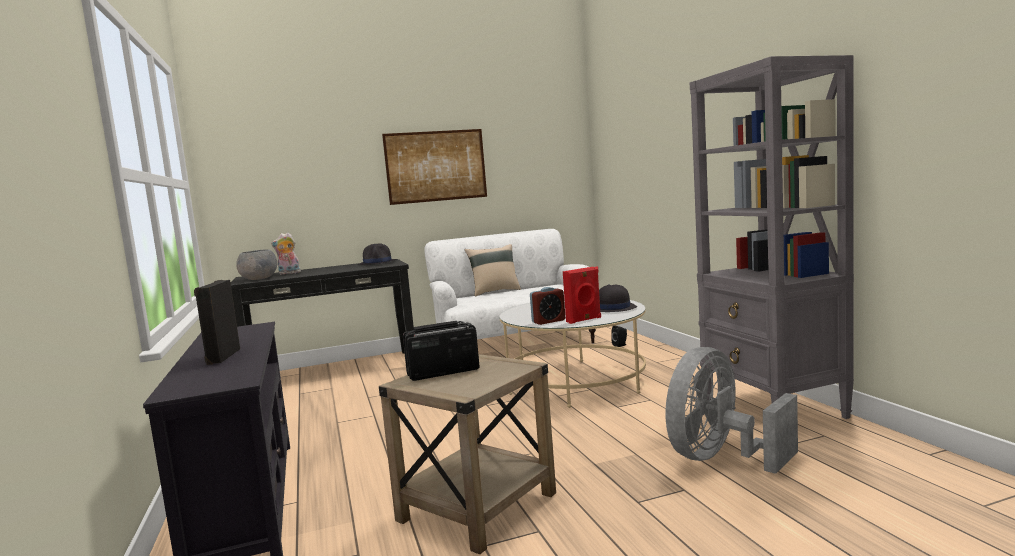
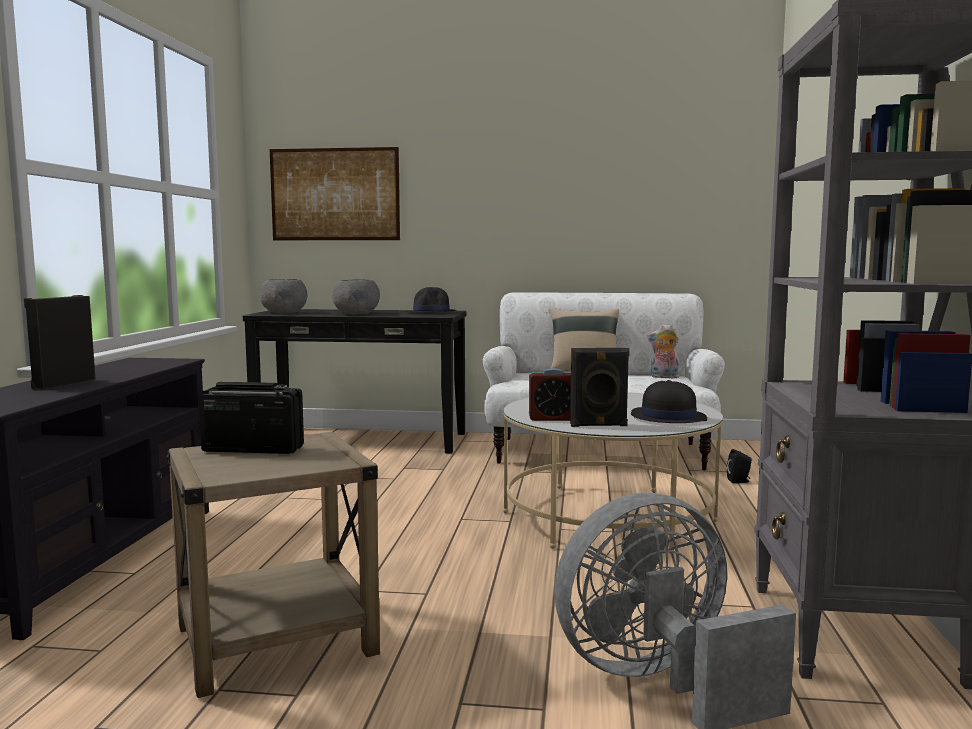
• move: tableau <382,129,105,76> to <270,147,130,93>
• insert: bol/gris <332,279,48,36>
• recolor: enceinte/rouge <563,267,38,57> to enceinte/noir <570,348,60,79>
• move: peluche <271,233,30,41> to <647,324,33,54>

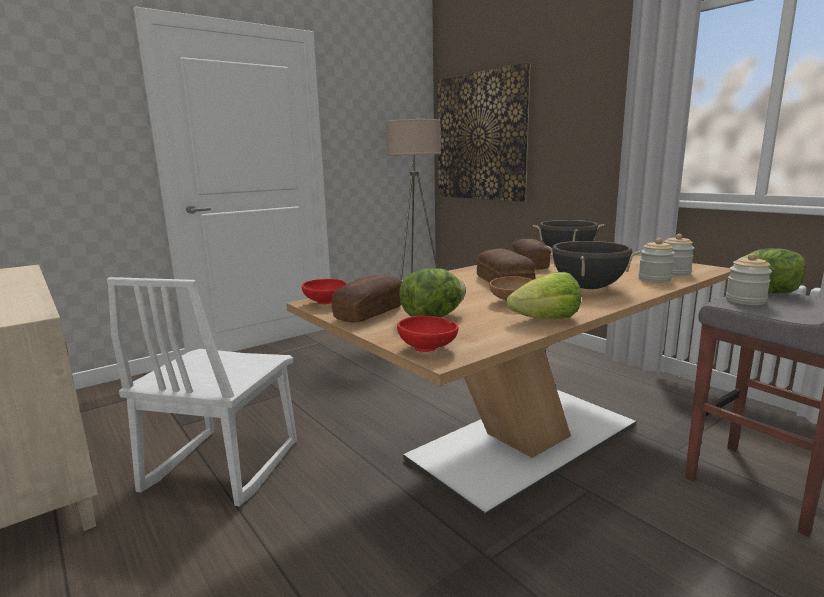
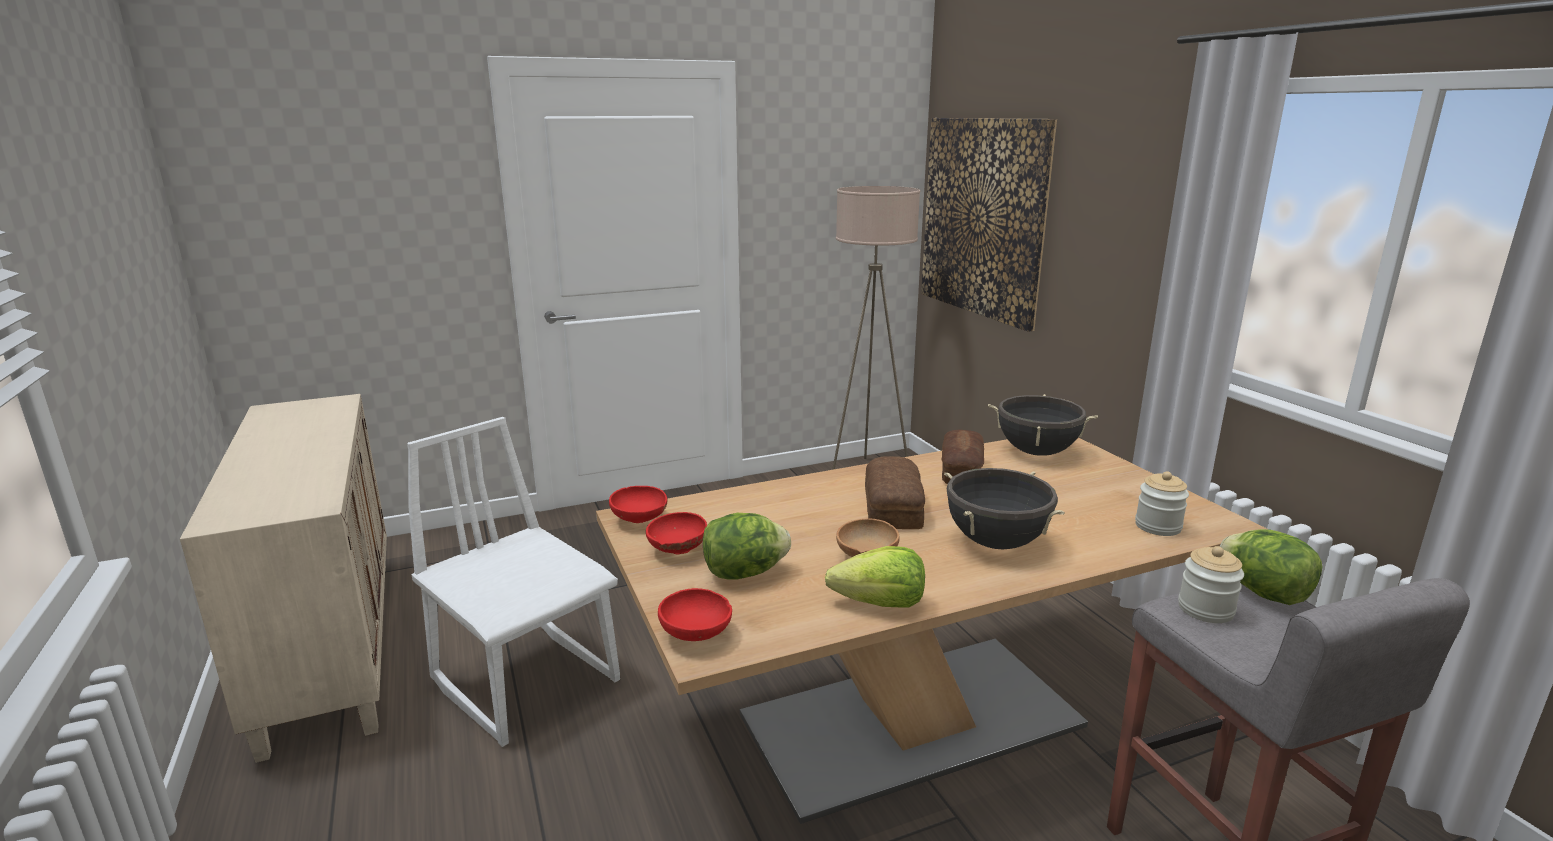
• rotate: chaise/blanc <106,277,191,230> = <407,417,213,330> 105 degrees clockwise
• replace: pain <332,275,70,47> to bol/rouge <646,512,61,43>
• delete: bocal <638,238,37,45>

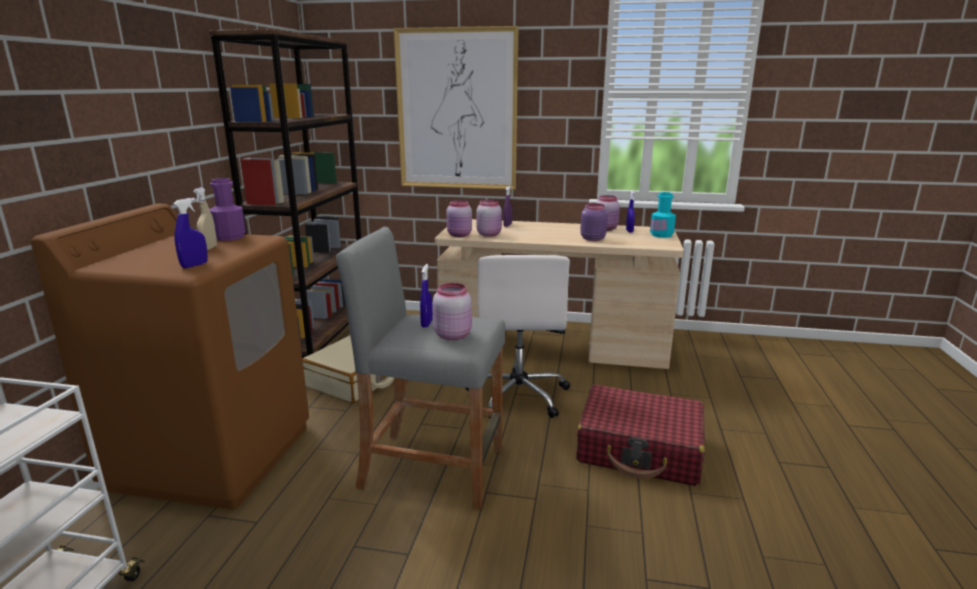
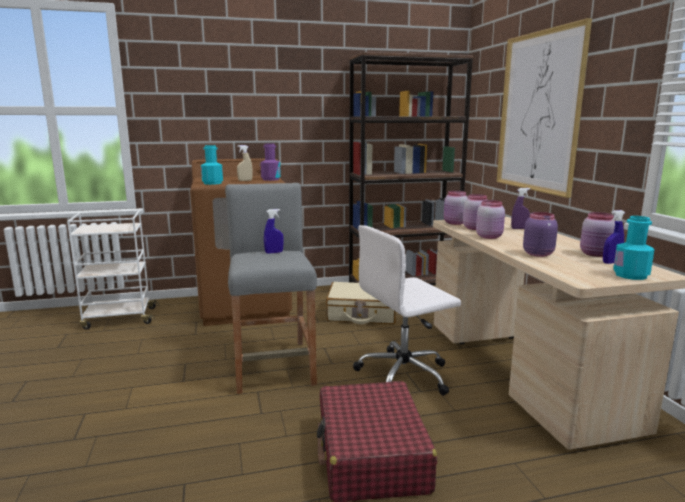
• replace: vaporisateur/bleu <174,198,34,70> to bouteille/turquoise <201,145,22,40>
• move: bocal/rose <433,283,39,57> to <476,200,29,39>

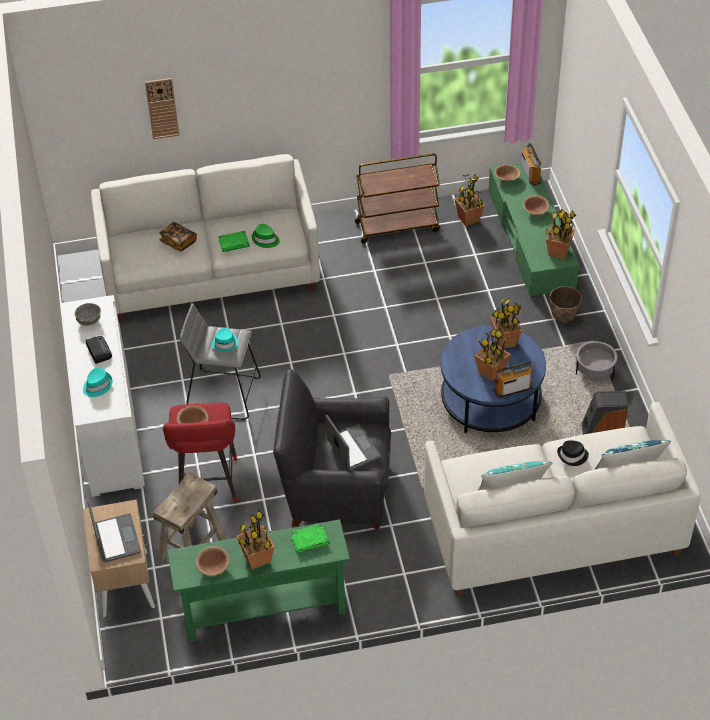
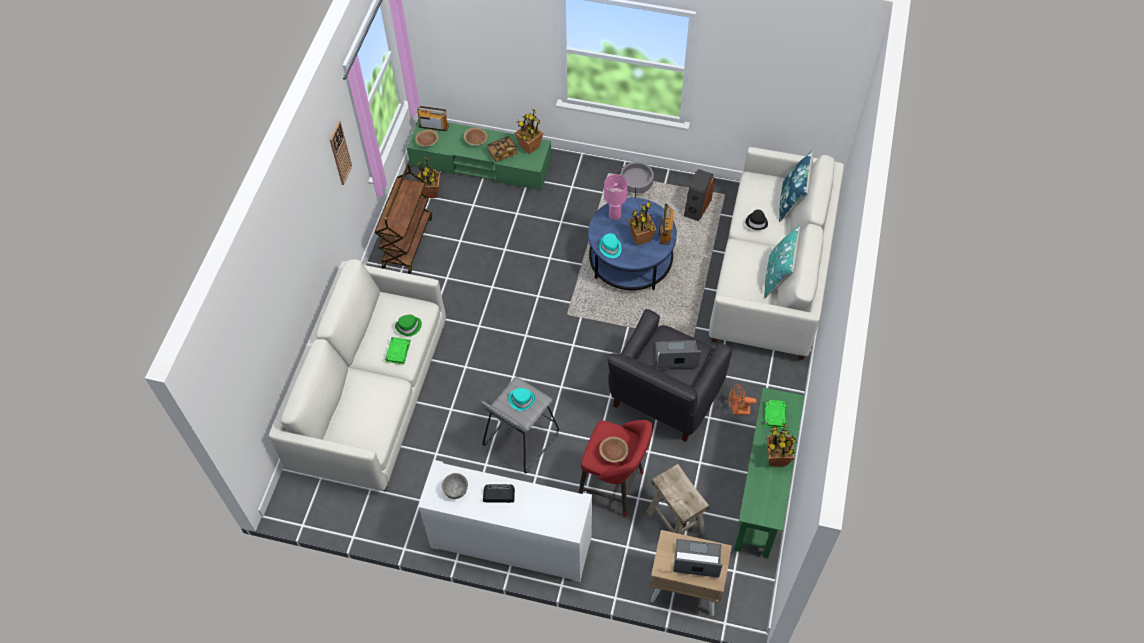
• move: horloge murale <145,78,34,61> to <330,120,22,65>
• move: livre <159,222,38,30> to <487,136,30,26>
• move: chapeau/turquoise <83,368,29,29> to <599,233,23,25>
• replace: plante en pot <491,299,31,49> to lampe de table/rose <604,174,23,46>
• insert: ventilateur/orange <729,384,28,31>
• delete: bol/marron <195,546,35,30>
• delete: cache-pot <549,286,33,38>

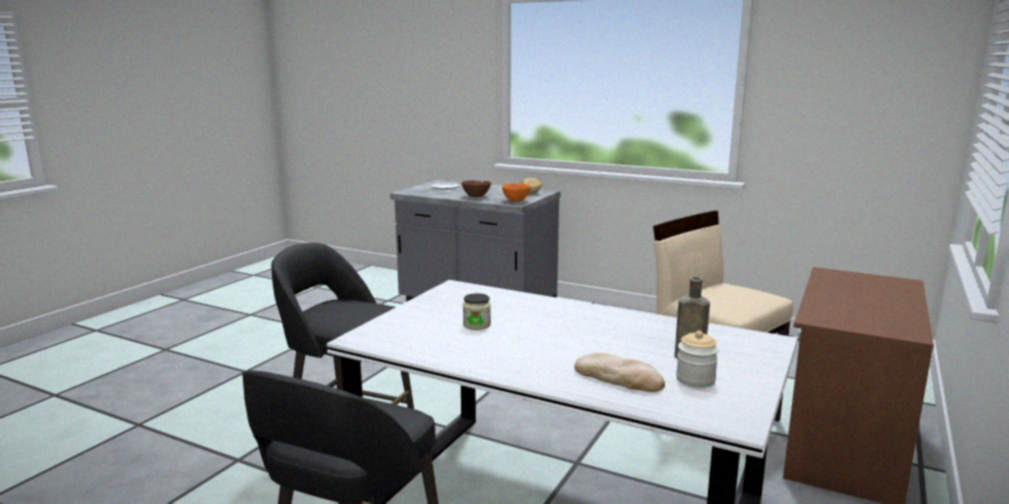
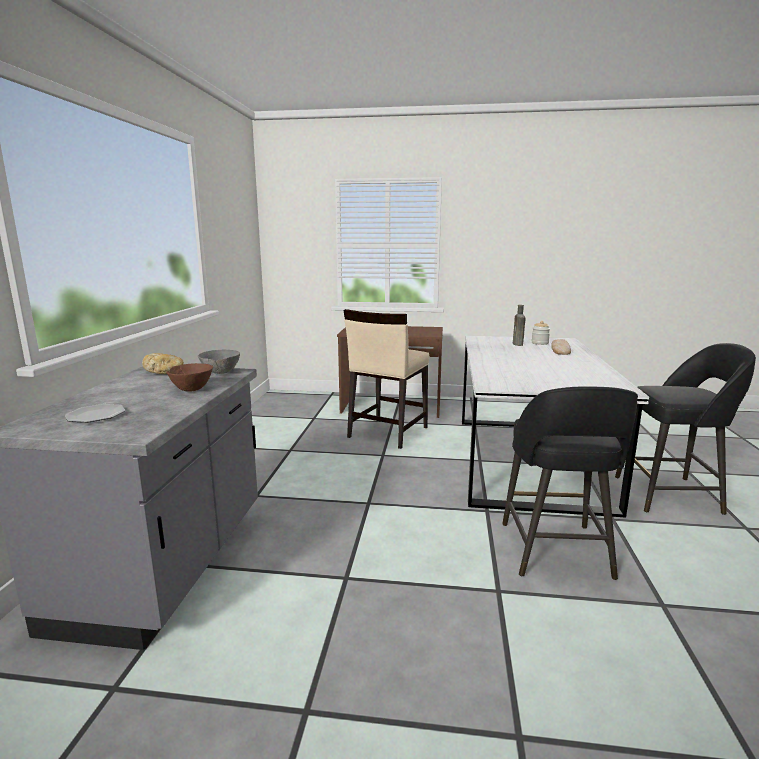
• recolor: bol/orange <502,184,29,18> to bol/gris <198,350,42,24>
• delete: bocal <463,293,28,37>

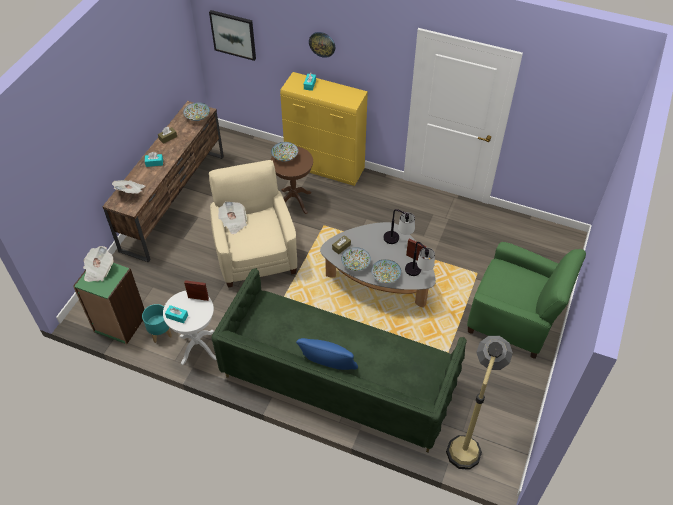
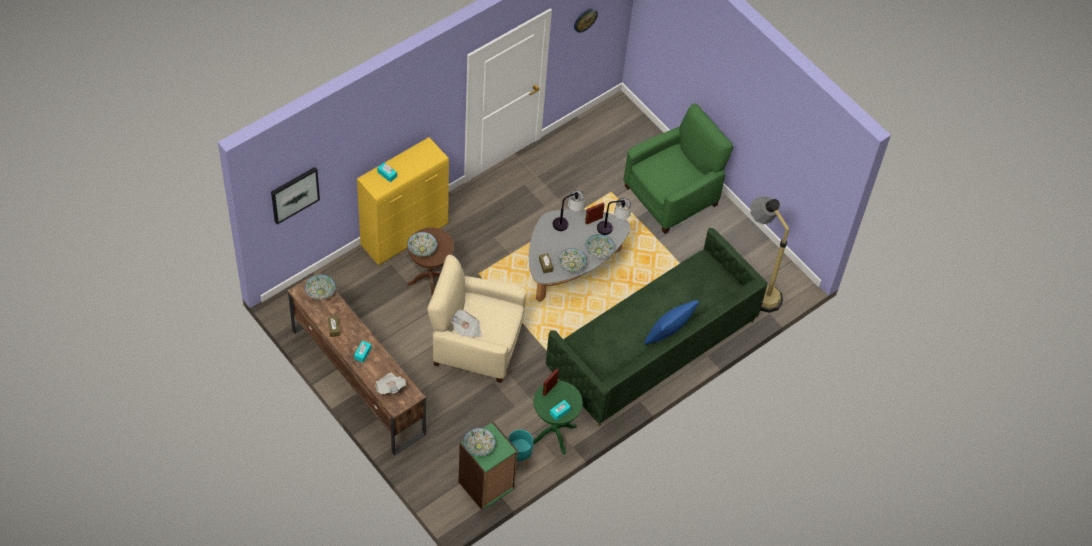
• replace: journal <83,246,30,36> to bol <463,428,32,28>
• recolor: table d'appoint/blanc <163,291,53,74> to table d'appoint/vert <533,381,50,74>
• move: horloge murale <309,32,26,26> to <574,8,24,25>

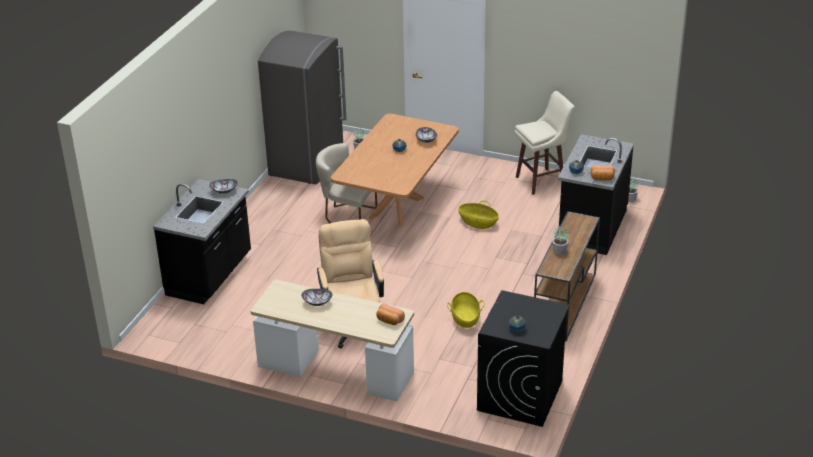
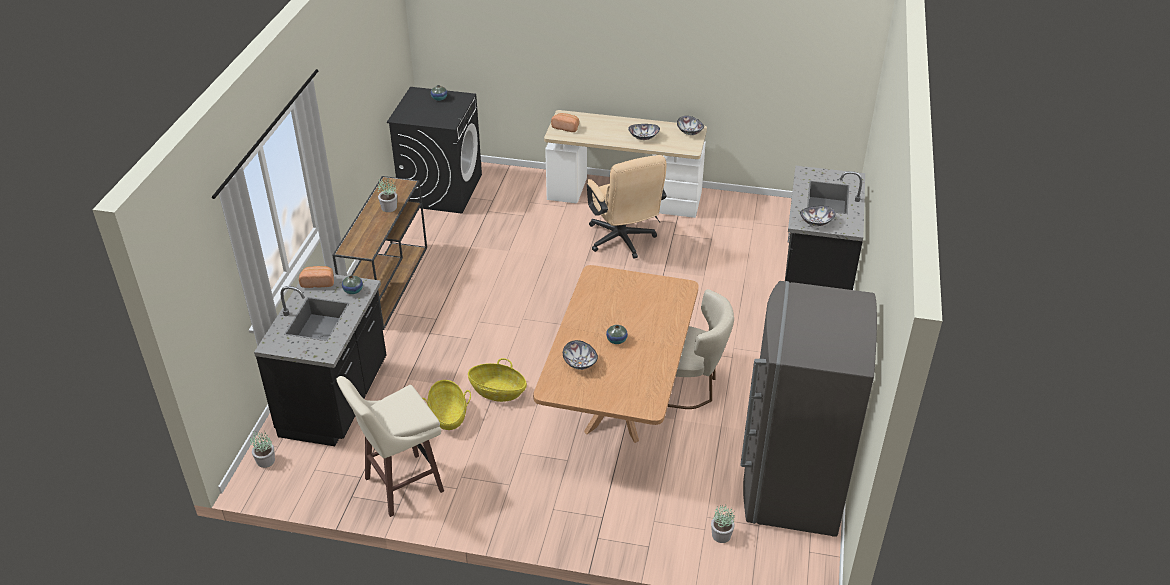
• move: panier <447,292,37,36> to <422,380,49,50>
• insert: bol <677,116,27,19>

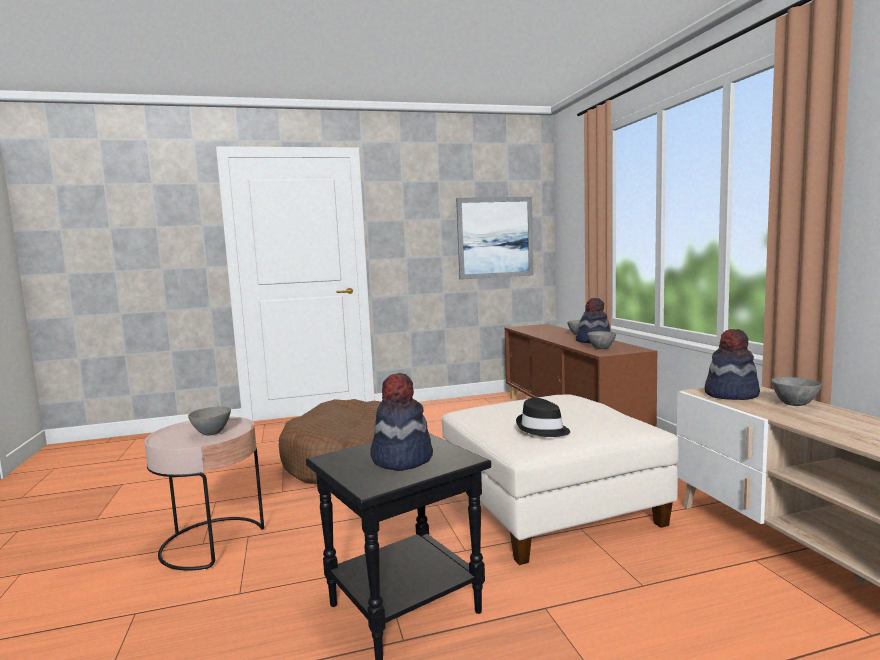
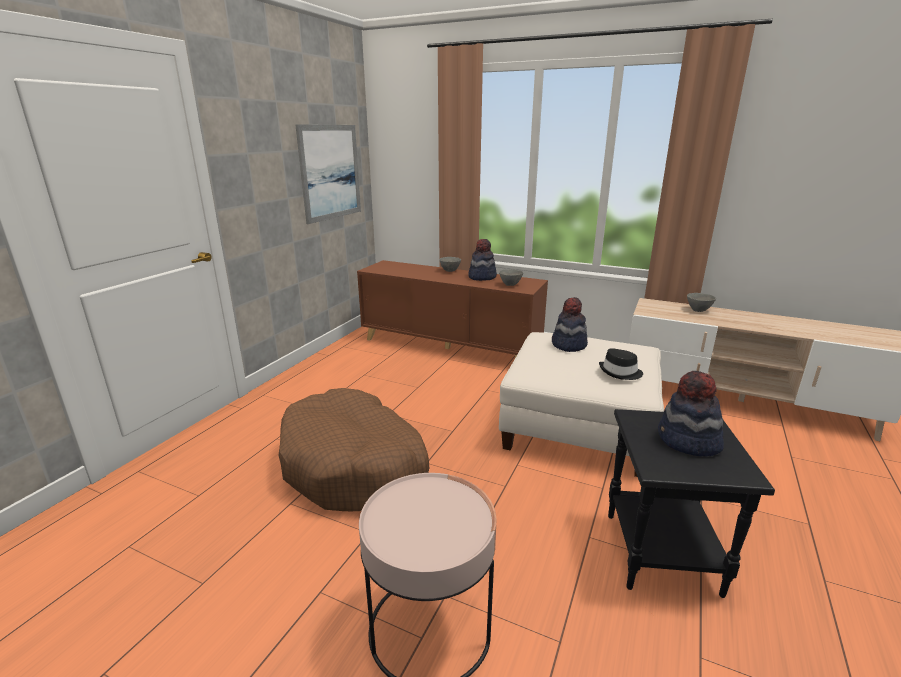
• move: chapeau <705,329,55,71> to <552,297,36,55>
• delete: bol/gris <188,406,43,29>

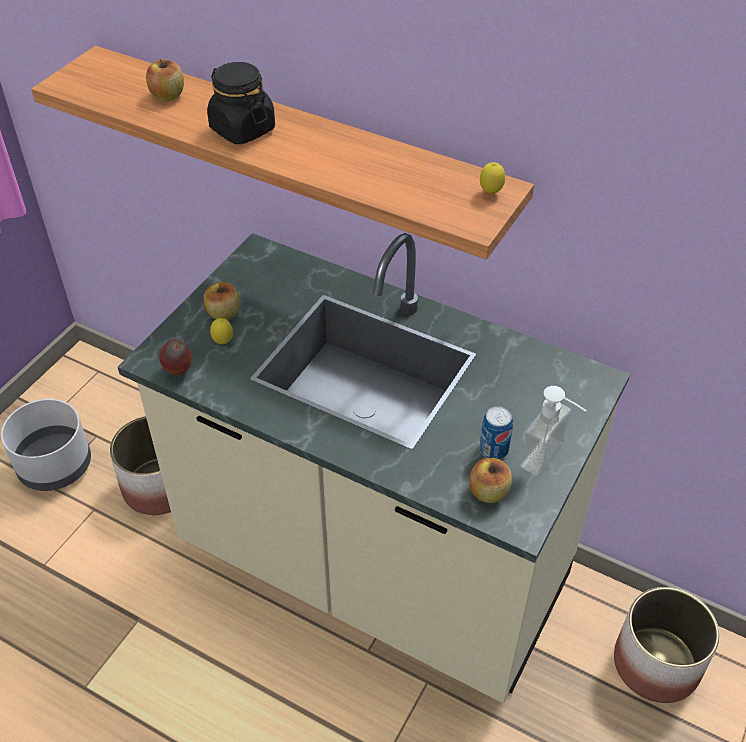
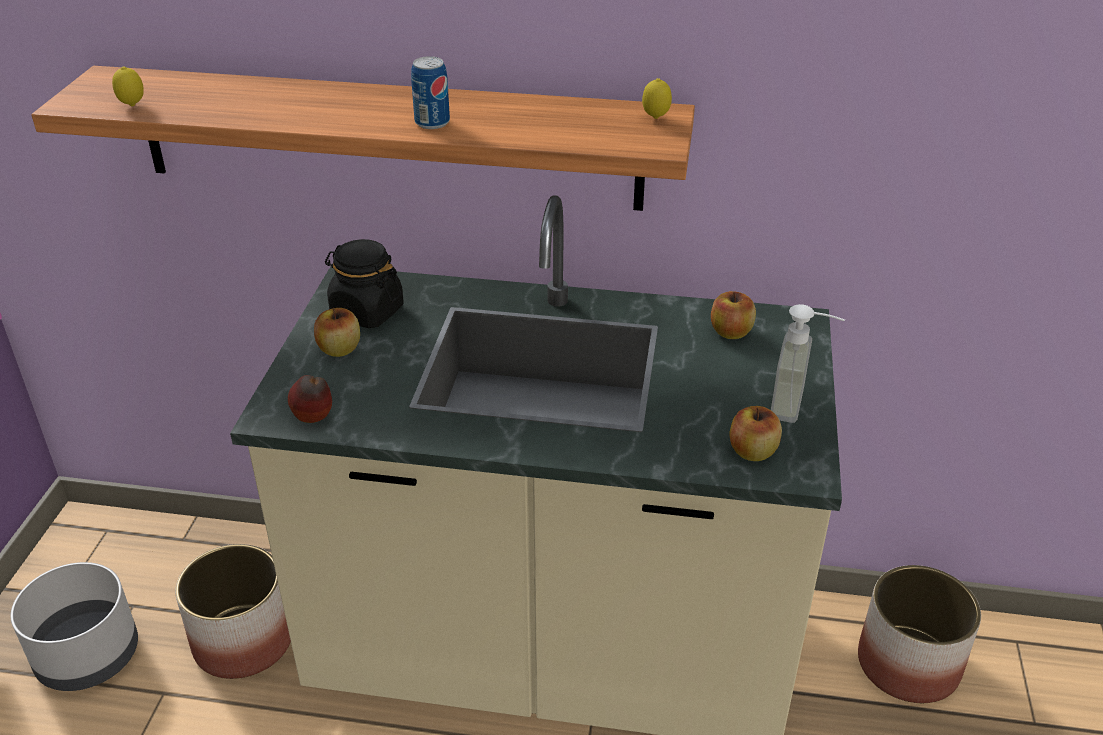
• move: citron <210,318,23,26> to <112,67,32,39>
• move: bocal/noir <207,62,68,82> to <325,239,79,89>
• move: boîte métallique <479,406,34,53> to <411,56,39,73>
• move: pomme <146,59,38,42> to <711,291,45,48>

